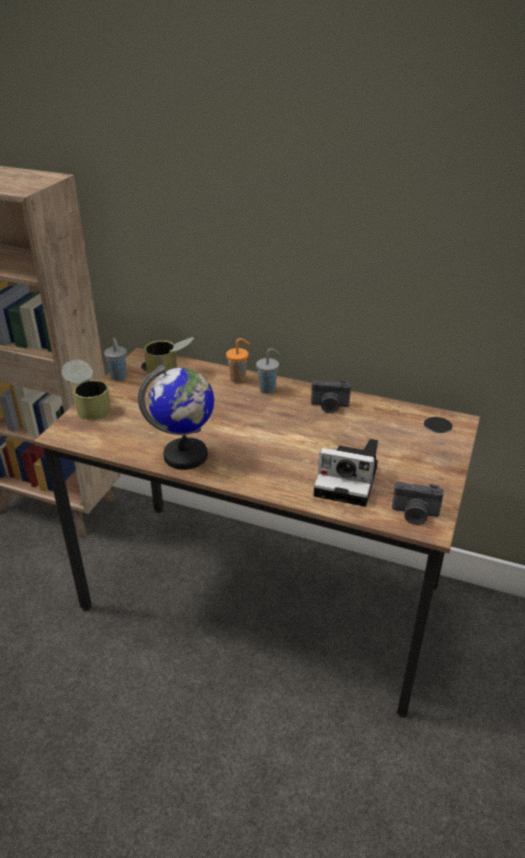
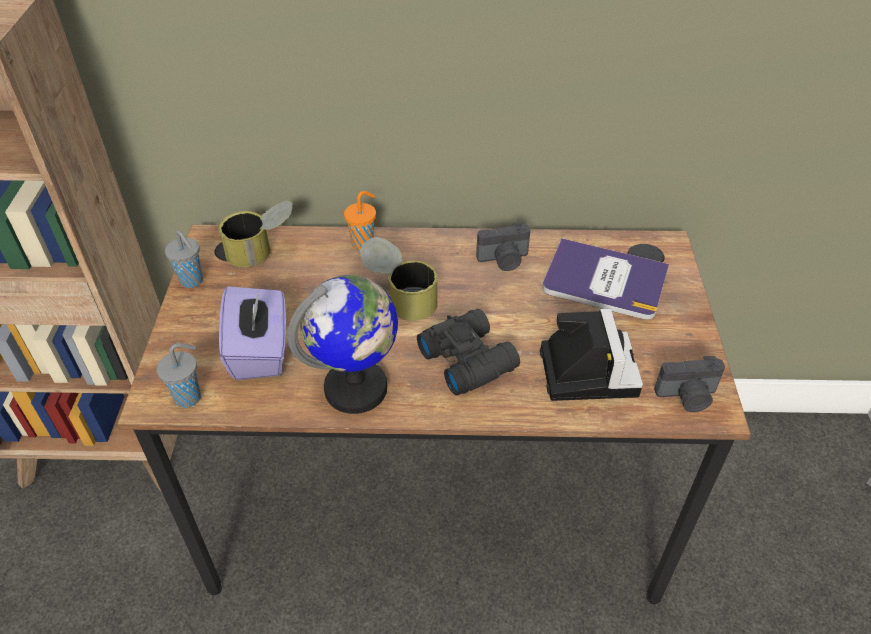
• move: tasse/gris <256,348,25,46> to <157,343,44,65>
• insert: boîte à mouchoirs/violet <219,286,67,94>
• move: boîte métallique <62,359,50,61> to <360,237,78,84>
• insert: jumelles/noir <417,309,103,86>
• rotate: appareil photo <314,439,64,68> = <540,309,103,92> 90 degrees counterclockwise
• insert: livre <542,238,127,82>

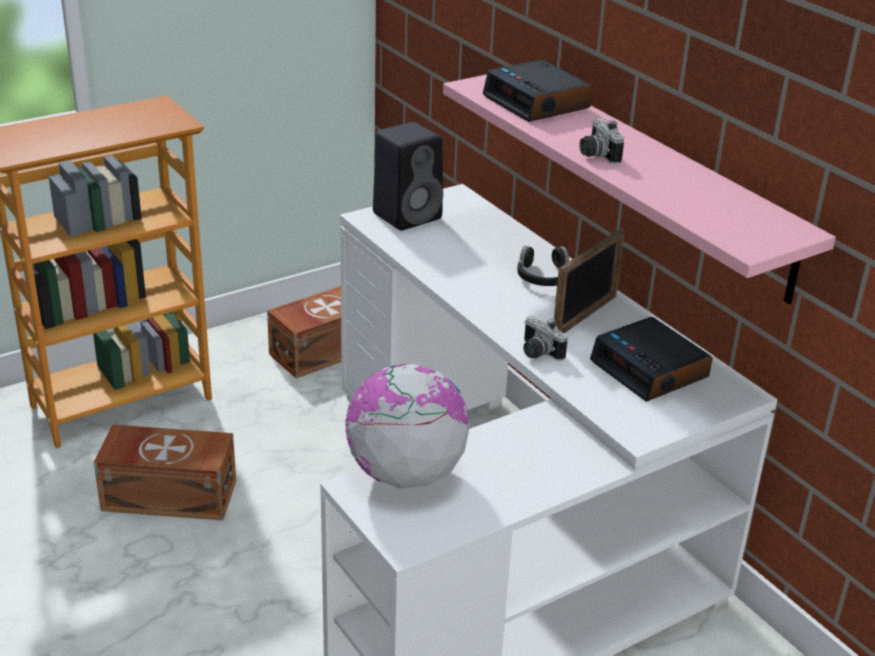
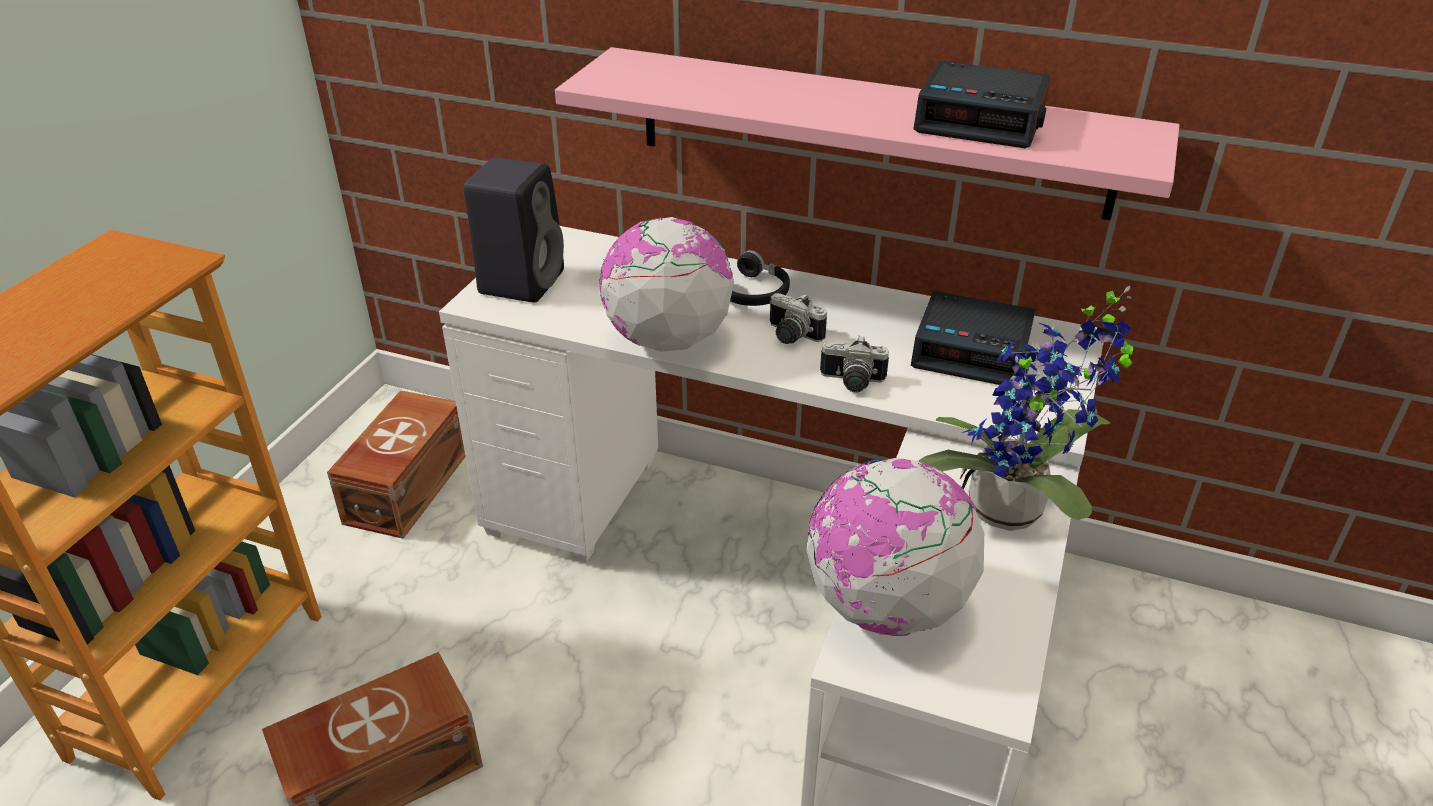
• insert: globe <599,217,135,135>
• move: appareil photo <579,118,45,46> to <770,293,57,51>
• move: réveil <483,60,110,62> to <914,61,137,87>
• insert: plante en pot <919,286,215,245>
• delete: cadre photo <554,229,71,104>

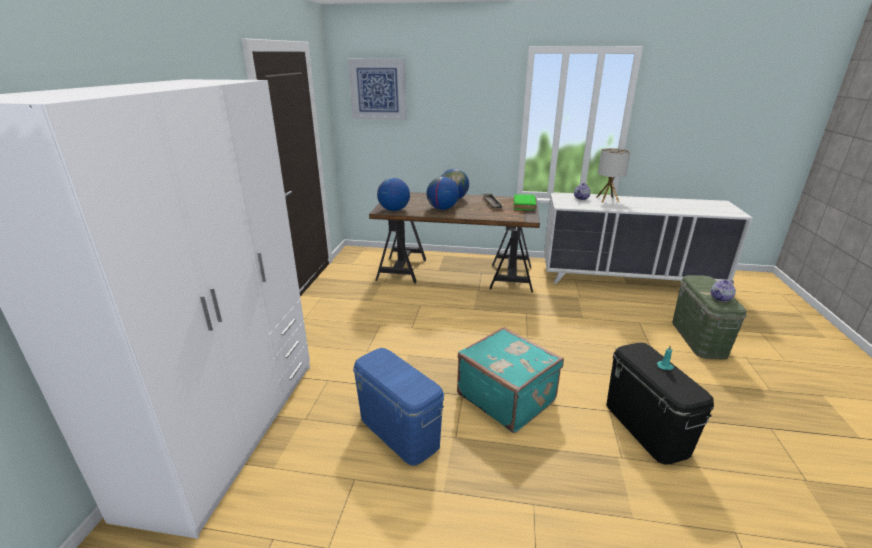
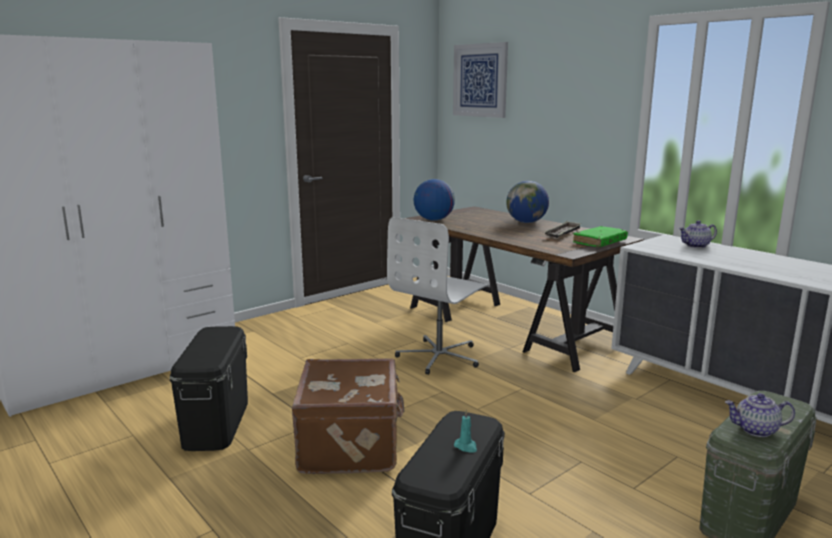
• recolor: boîte de rangement/bleu <353,348,91,117> to boîte de rangement/noir <170,326,78,125>
• recolor: valise/turquoise <457,327,107,106> to valise/marron <292,358,112,116>
• insert: chaise de bureau/blanc <387,217,101,158>
• delete: globe <426,177,33,33>
• delete: lampe de table <596,148,35,54>

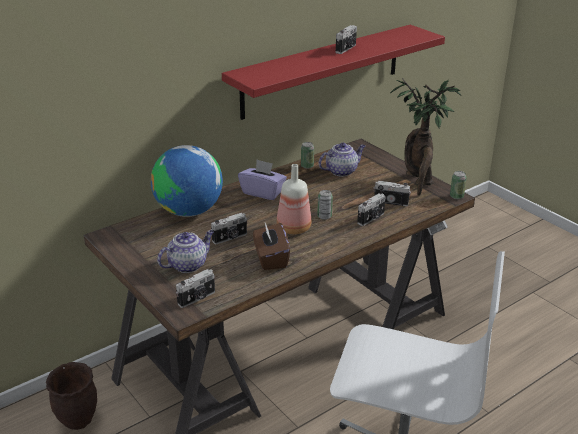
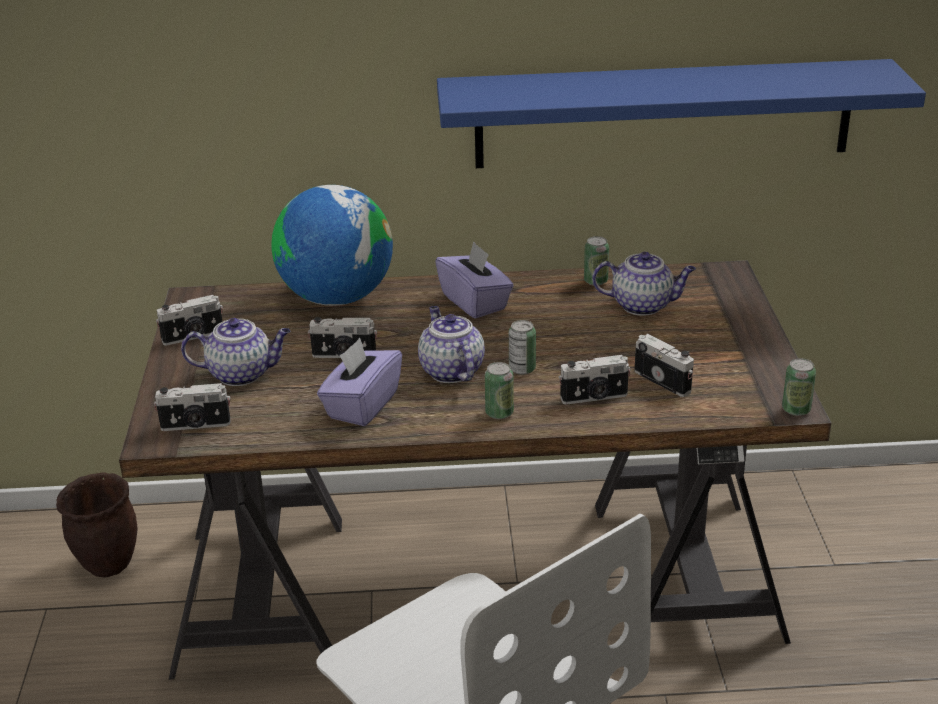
• move: appareil photo <335,25,22,29> to <156,295,67,51>
• recolor: boîte à mouchoirs/marron <253,223,37,47> to boîte à mouchoirs/violet <317,338,85,88>
• replace: bouteille <277,164,34,70> to théière <418,306,67,77>
• recolor: étagère/rouge <222,25,223,95> to étagère/bleu <437,59,489,109>
• insert: boîte métallique <485,362,29,57>
• delete: plante en pot <390,78,71,118>

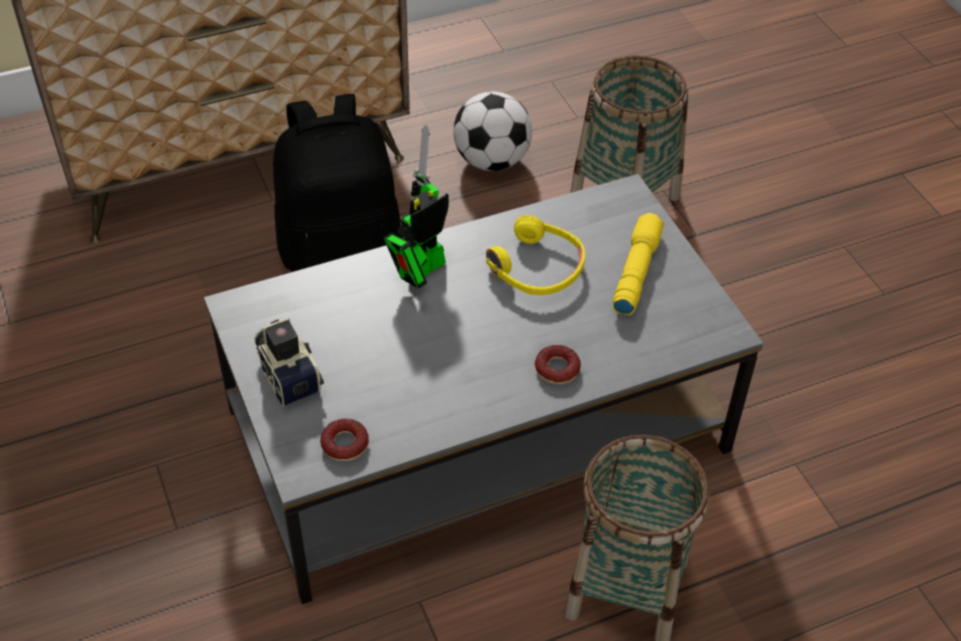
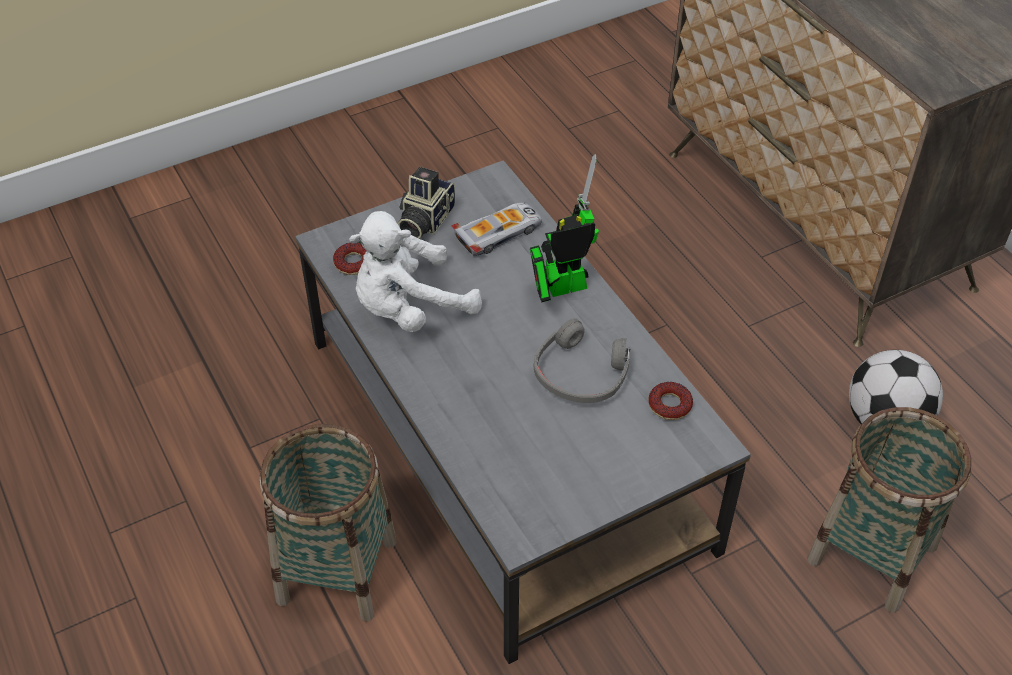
• insert: peluche/blanc <349,211,133,121>
• rotate: appareil photo <254,317,70,90> = <398,167,57,72> 150 degrees clockwise
• insert: petite voiture <451,202,91,54>
• rotate: robot jouet <384,124,65,165> = <530,154,69,149> 60 degrees counterclockwise
• recolor: casque audio/jaune <486,215,99,80> to casque audio/gris <534,318,97,85>
• move: beignet <535,345,46,39> to <648,382,45,38>
• delete: sac à dos/noir <273,94,129,178>
• delete: lampe de poche/jaune <613,213,51,102>

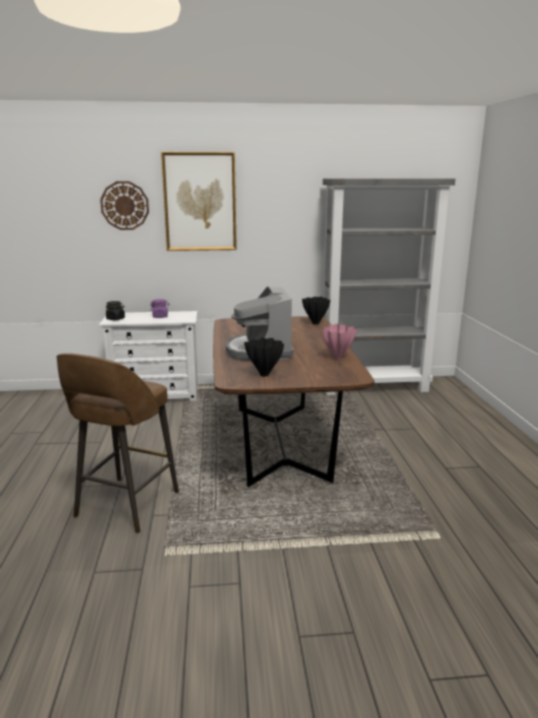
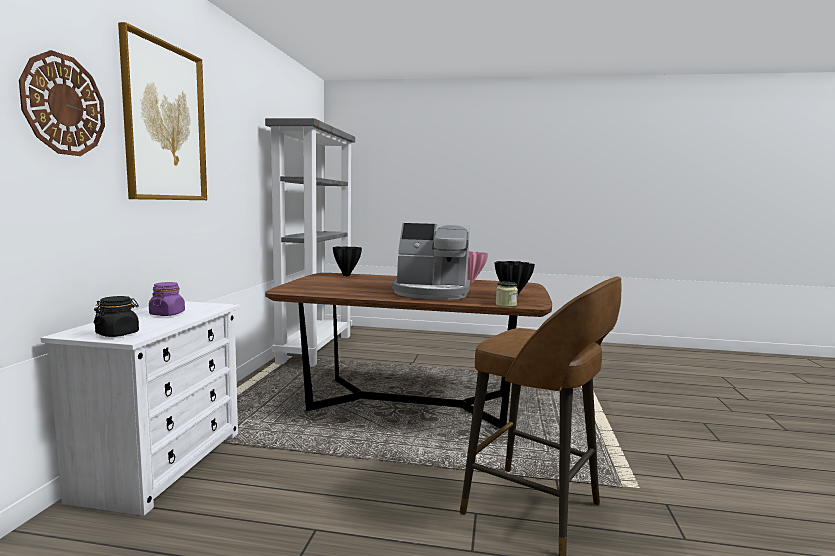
• insert: bocal <496,282,22,25>

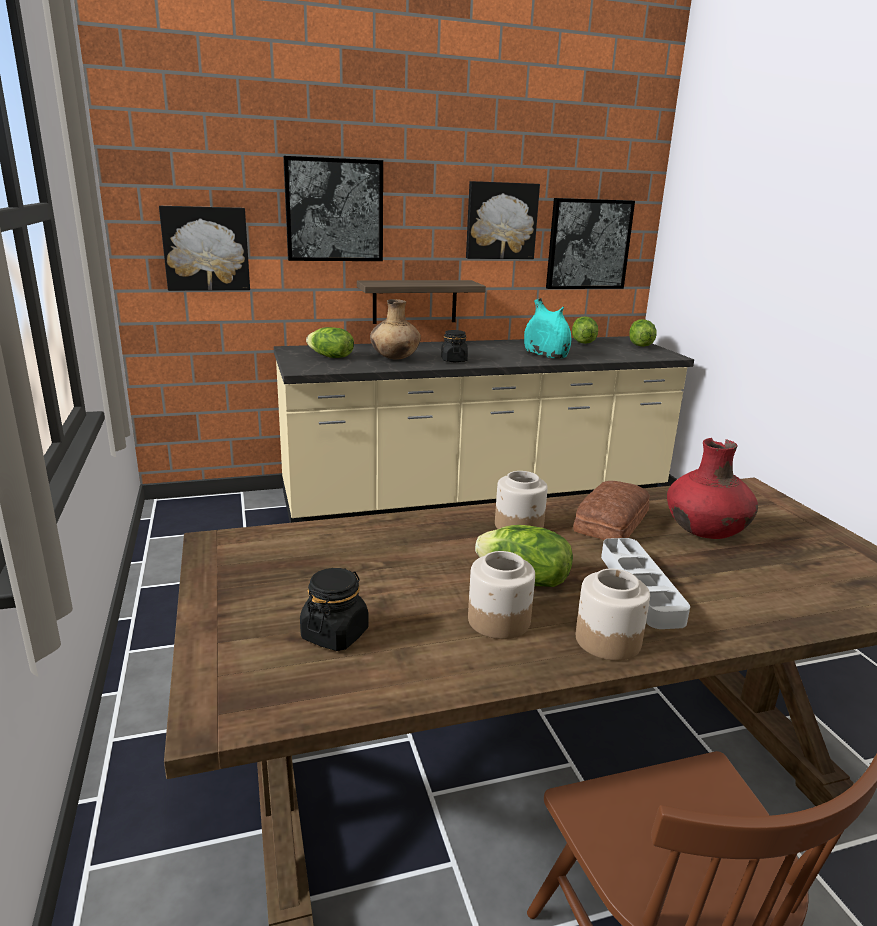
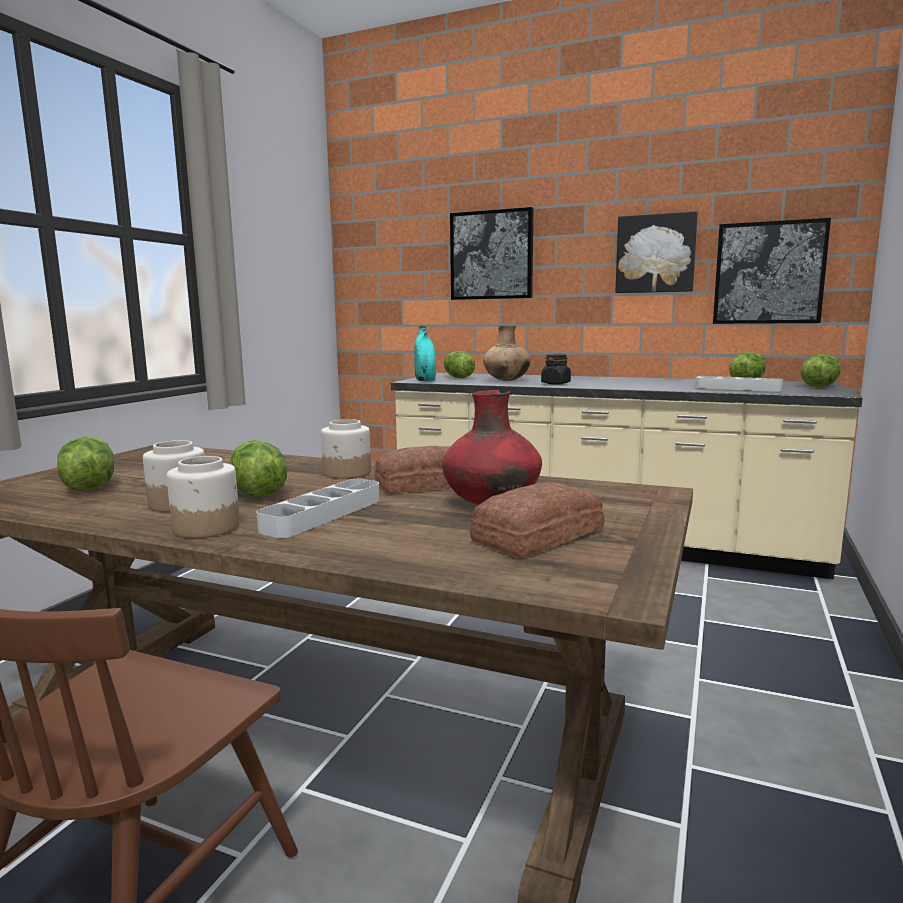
• replace: bocal/noir <300,568,69,83> to laitue <57,437,57,53>
• move: vase/turquoise <524,298,47,61> to <414,326,22,55>
• insert: pain <470,482,134,76>
• insert: plateau/gris <695,376,88,16>
• delete: tableau <159,206,91,85>
• delete: étagère <357,280,129,44>

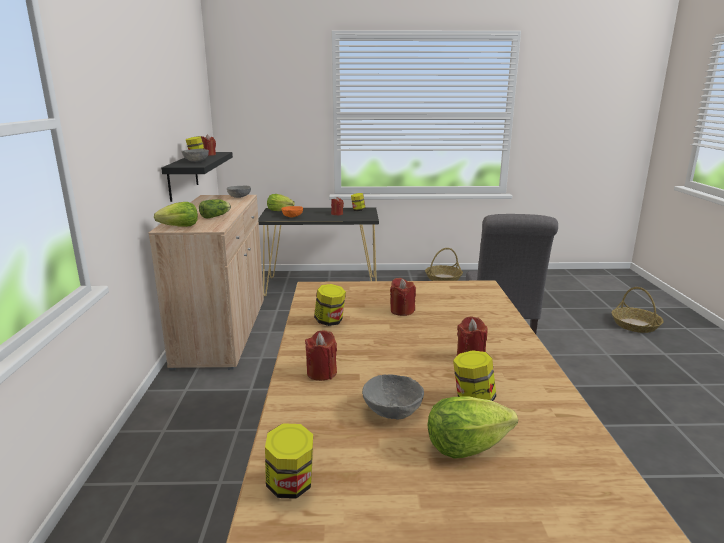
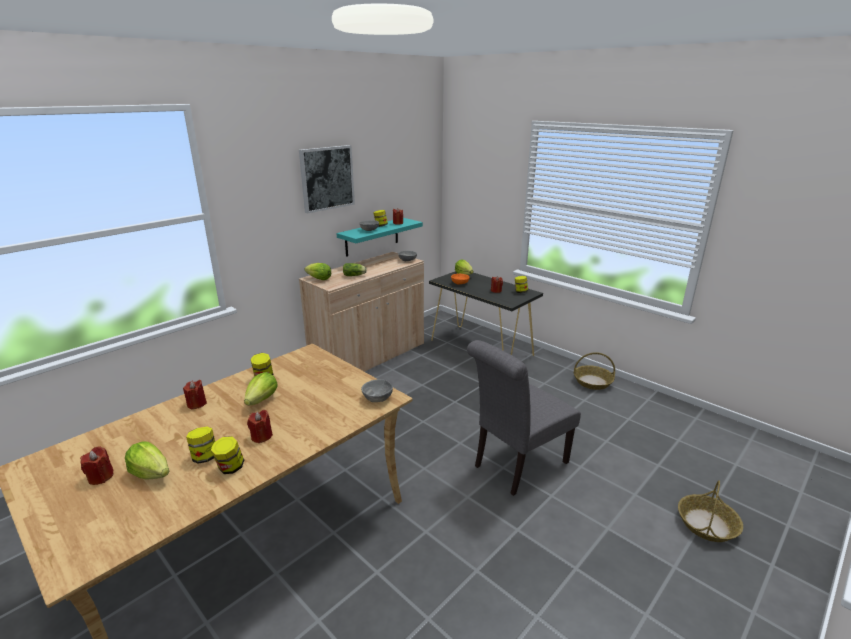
• move: bougie/rouge <390,278,26,38> to <80,446,34,39>
• move: bocal <265,423,48,76> to <211,436,33,38>
• insert: laitue <244,372,33,33>
• insert: tableau <299,145,56,69>
• recolor: étagère/noir <161,152,72,50> to étagère/turquoise <337,218,86,39>
• move: bol/gris <362,374,62,46> to <361,379,32,23>

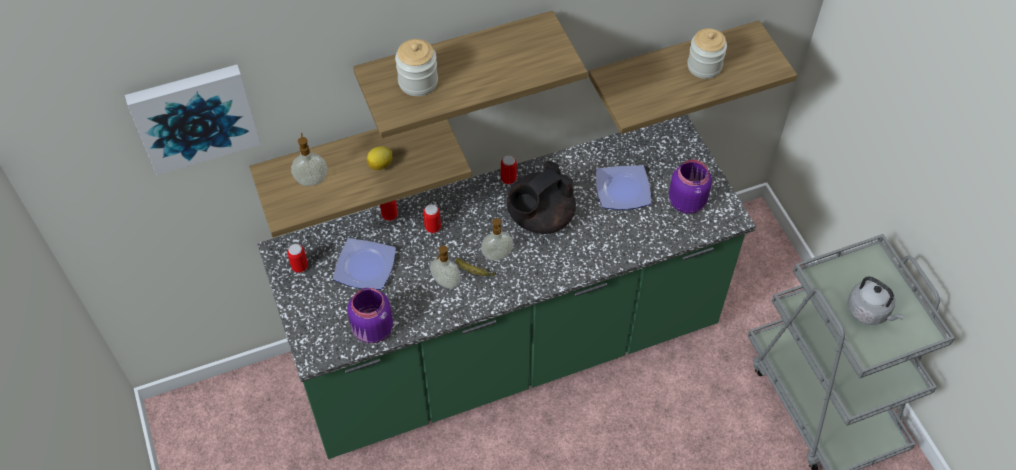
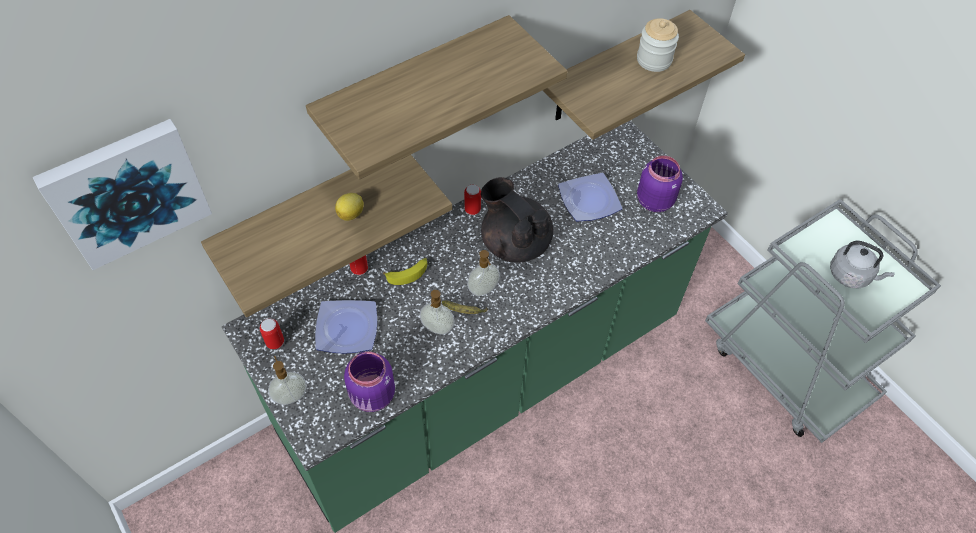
• move: distributeur de savon <291,133,36,53> to <268,356,39,49>
• replace: boîte métallique <423,204,18,29> to banane <383,258,44,27>
• rotate: théière/noir <507,161,69,73> = <481,177,72,86> 105 degrees clockwise
• delete: bocal <395,39,43,57>

